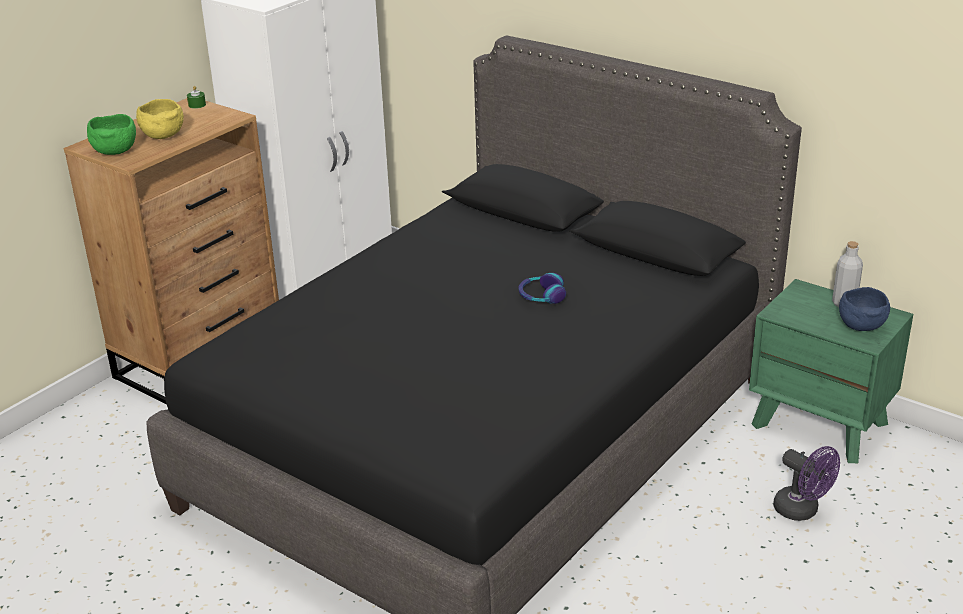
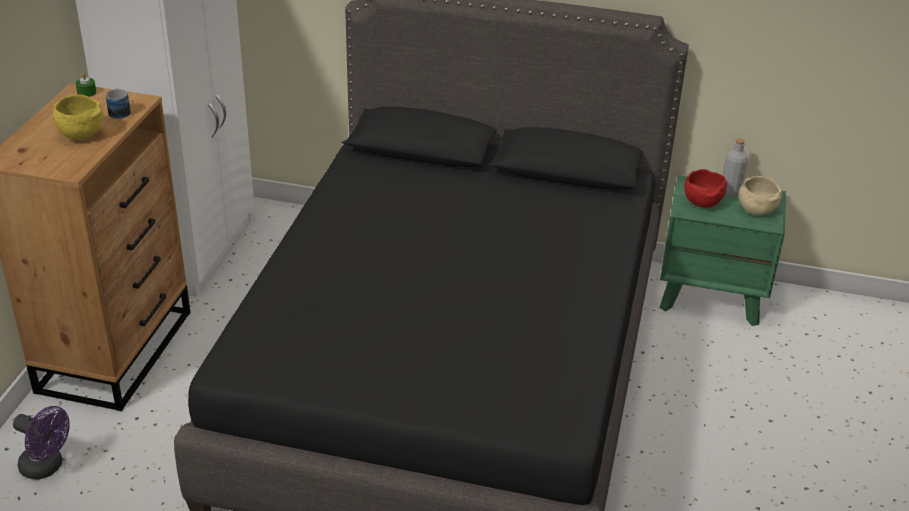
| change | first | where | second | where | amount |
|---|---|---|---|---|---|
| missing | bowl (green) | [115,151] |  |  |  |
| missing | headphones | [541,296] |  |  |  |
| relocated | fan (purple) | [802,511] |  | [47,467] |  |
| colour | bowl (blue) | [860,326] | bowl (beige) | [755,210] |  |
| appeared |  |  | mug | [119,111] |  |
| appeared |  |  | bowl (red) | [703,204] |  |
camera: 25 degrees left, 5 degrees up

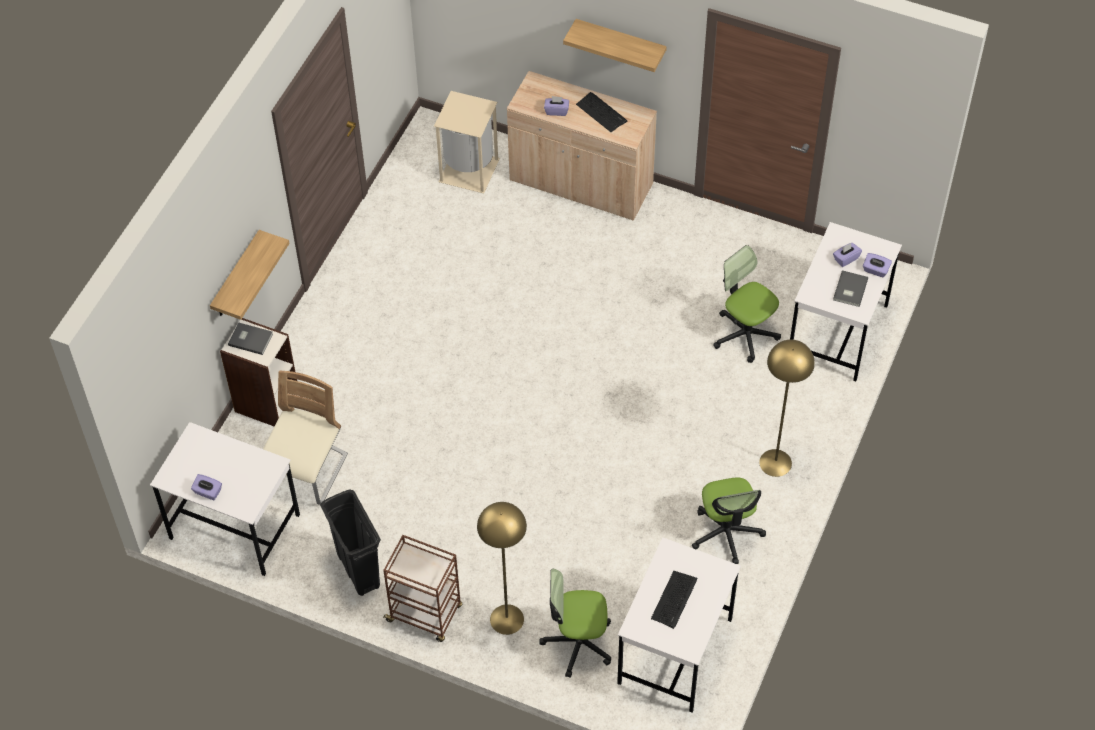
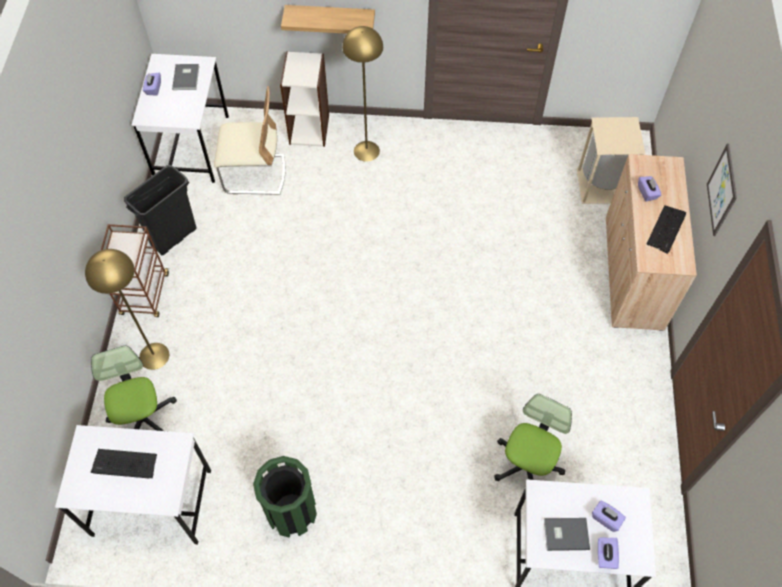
| change | first | where | second | where | amount |
|---|---|---|---|---|---|
| relocated | book (grey) | [250,338] |  | [187,77] |  |
| exchanged | shelf | [620,43] | picture | [721,190] |  |
| exchanged | office chair | [726,533] | trash can (green) | [291,512] |  |
| relocated | floor lamp (yellow) | [775,462] |  | [366,151] |  |
camera: 70 degrees right, 5 degrees up

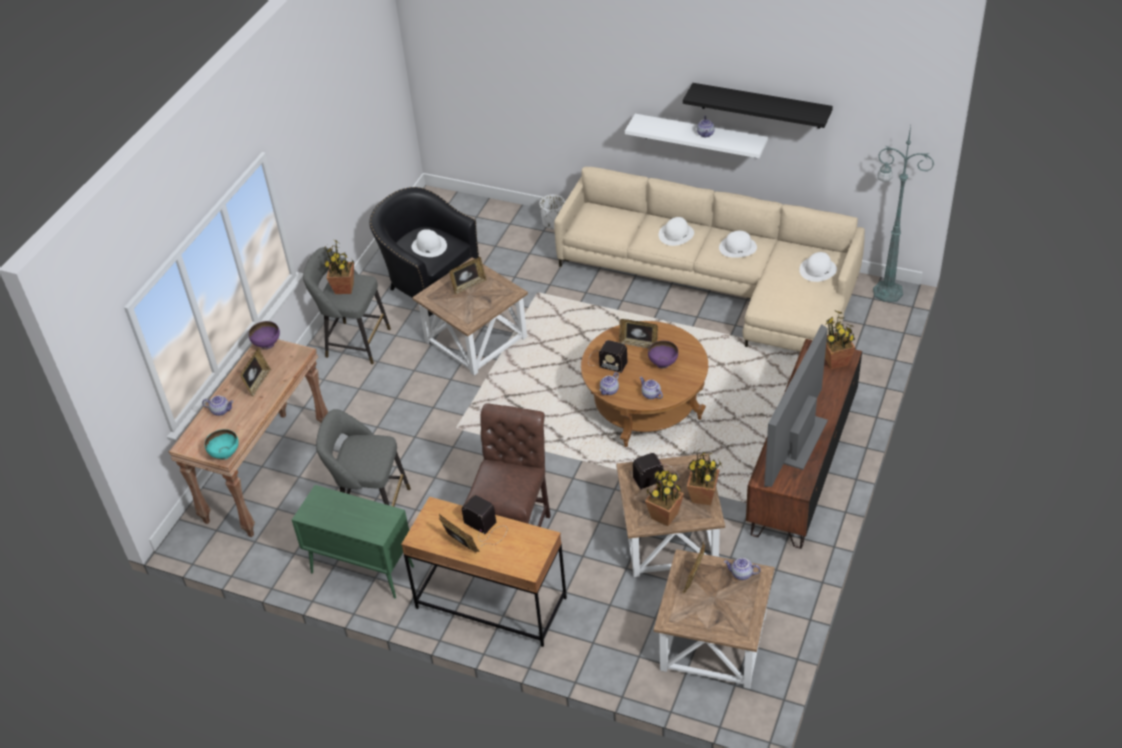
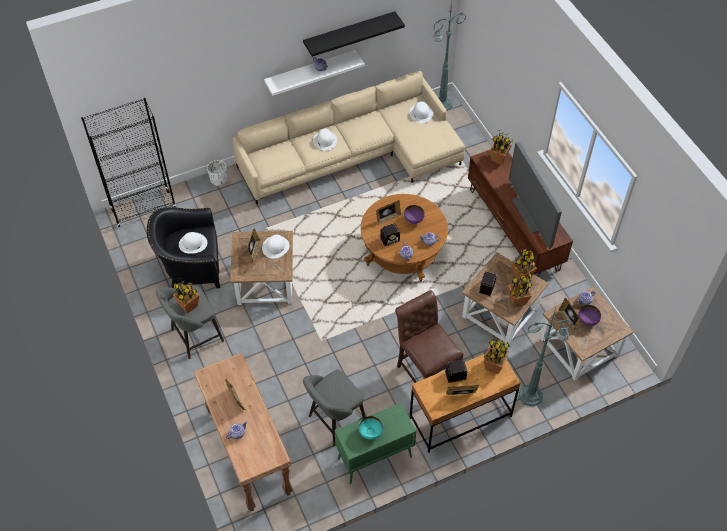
| change | first | where | second | where | amount |
|---|---|---|---|---|---|
| relocated | bowl (turquoise) | [225,454] |  | [370,433] |  |
| relocated | bowl (purple) | [267,344] |  | [587,321] |  |
| relocated | hat (white) | [738,247] |  | [275,247] |  |
| appeared |  |  | bookcase (black) | [143,208] |  |
| appeared |  |  | potted plant | [493,366] |  |
| appeared |  |  | floor lamp (green) | [532,395] |  |
camera: 50 degrees left, 10 degrees up

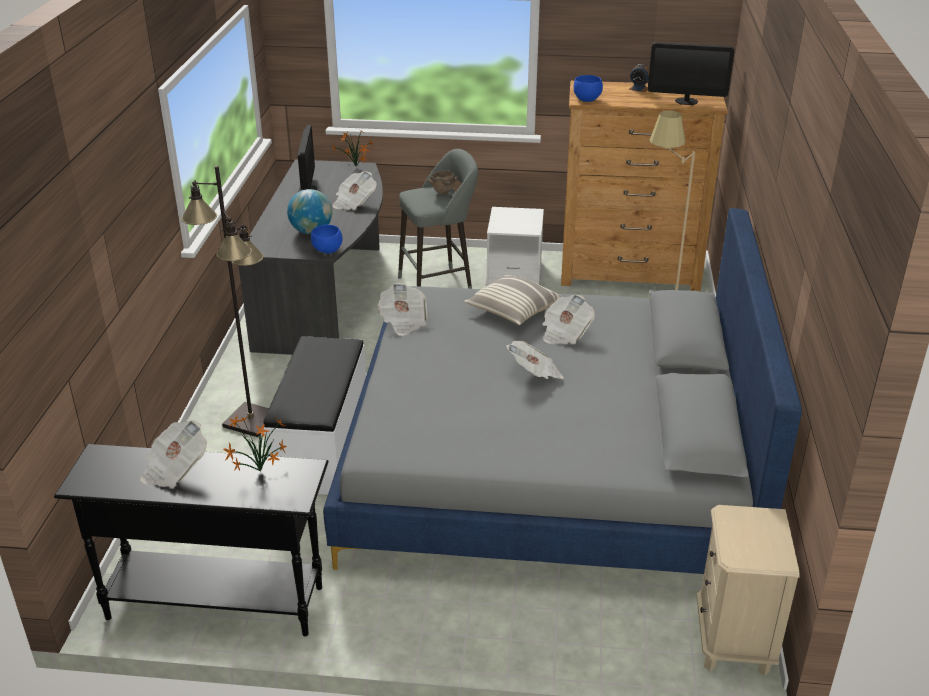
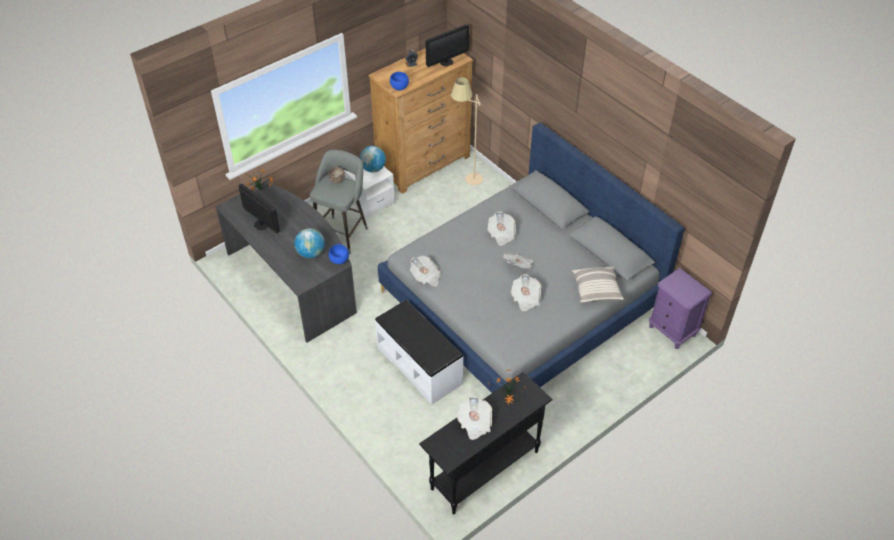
| change | first | where | second | where | amount |
|---|---|---|---|---|---|
| missing | floor lamp (black) | [251,420] |  |  |  |
| relocated | newspaper | [354,202] |  | [525,299] |  |
| relocated | pillow | [512,311] |  | [596,290] |  |
| colour | nightstand (beige) | [733,641] | nightstand (purple) | [672,330] |  |
| appeared |  |  | globe | [373,169] |  |
camera: 45 degrees left, 15 degrees up

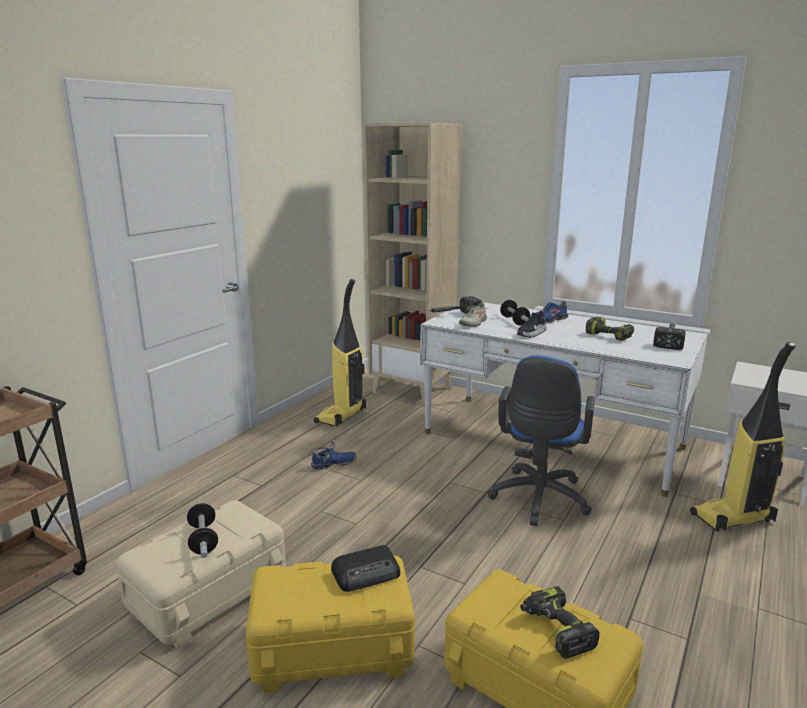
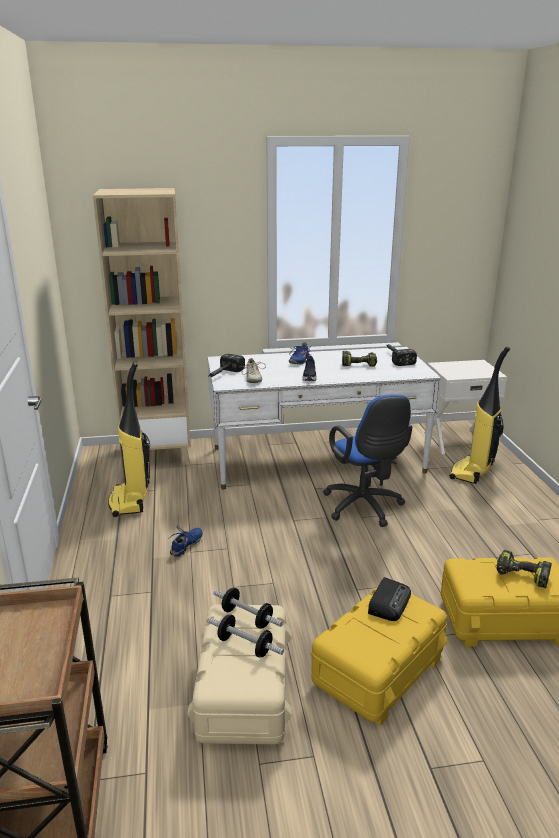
| change | first | where | second | where | amount |
|---|---|---|---|---|---|
| relocated | dumbbell | [514,321] |  | [247,617] |  |
camera: 40 degrees left, 5 degrees up

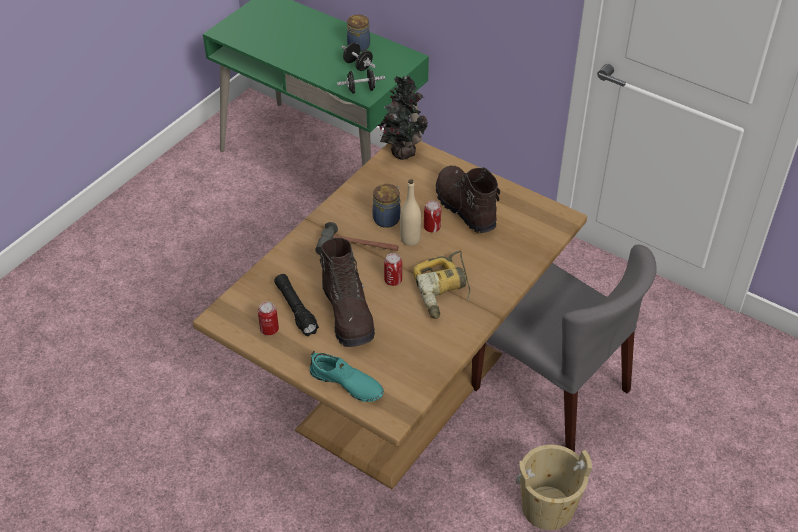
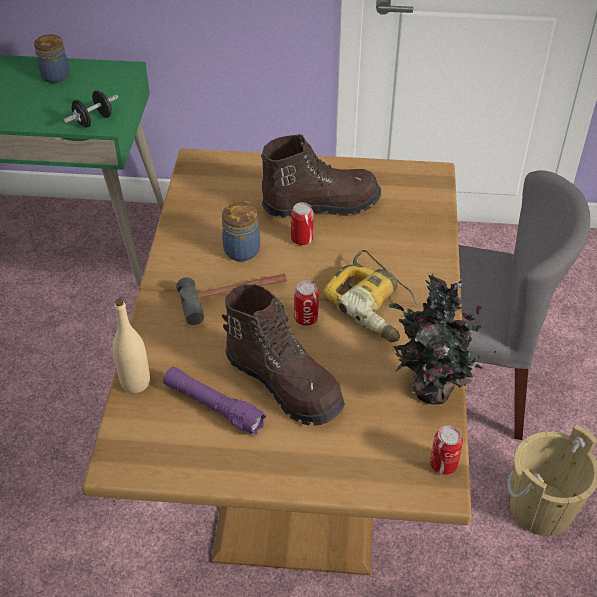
| change | first | where | second | where | amount |
|---|---|---|---|---|---|
| relocated | can | [269,329] |  | [443,464] |  |
| colour | flashlight (black) | [295,309] | flashlight (purple) | [213,406] |  |
| missing | shoe (turquoise) | [346,384] |  |  |  |
| missing | dumbbell (black) | [358,65] |  |  |  |
| relocated | potted plant | [401,151] |  | [428,390] |  |
| relocated | bottle (beige) | [410,239] |  | [135,382] |  |
| spun | boot (brown) | [464,208] |  | [320,204] | 135 degrees clockwise |
camera: 30 degrees left, 0 degrees up

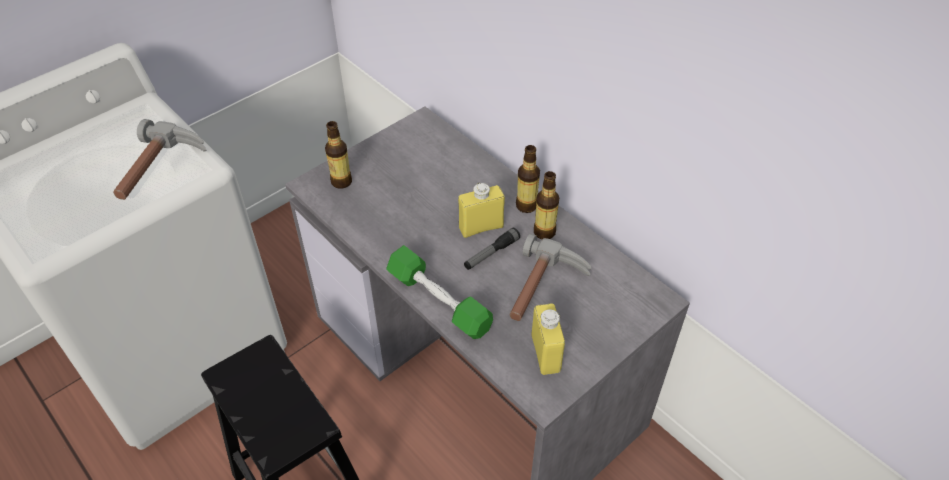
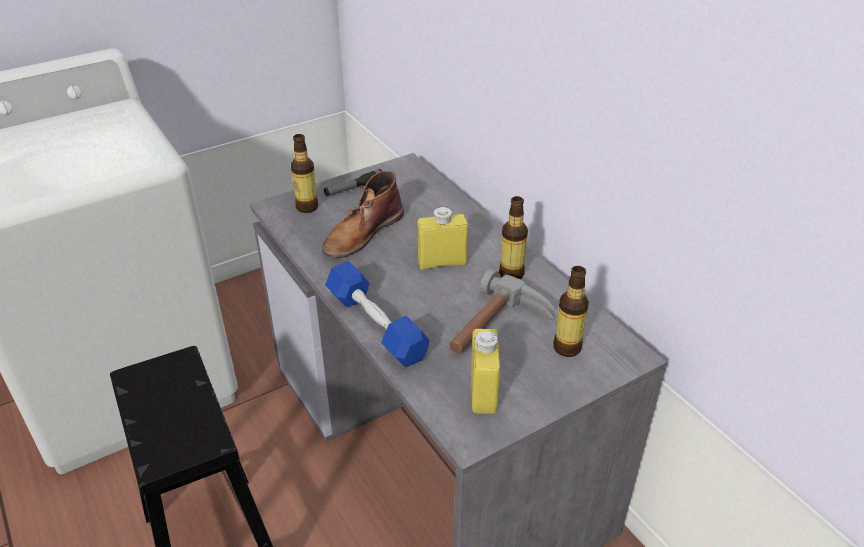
| change | first | where | second | where | amount |
|---|---|---|---|---|---|
| missing | hammer | [160,170] |  |  |  |
| colour | dumbbell (green) | [439,301] | dumbbell (blue) | [376,325] |  |
| relocated | flashlight | [491,253] |  | [354,188] |  |
| relocated | bottle | [526,205] |  | [567,348] |  |
| appeared |  |  | boot (brown) | [362,233] |  |
camera: 10 degrees right, 10 degrees down

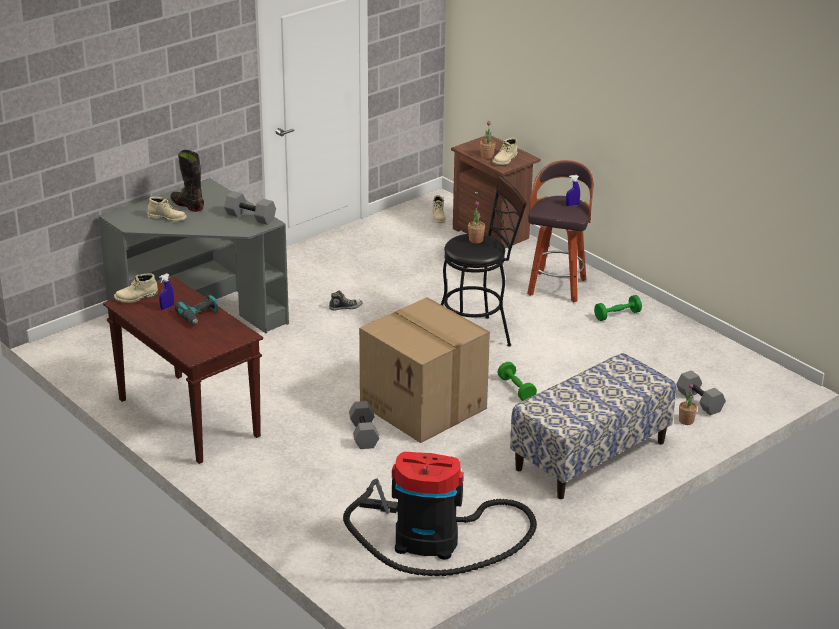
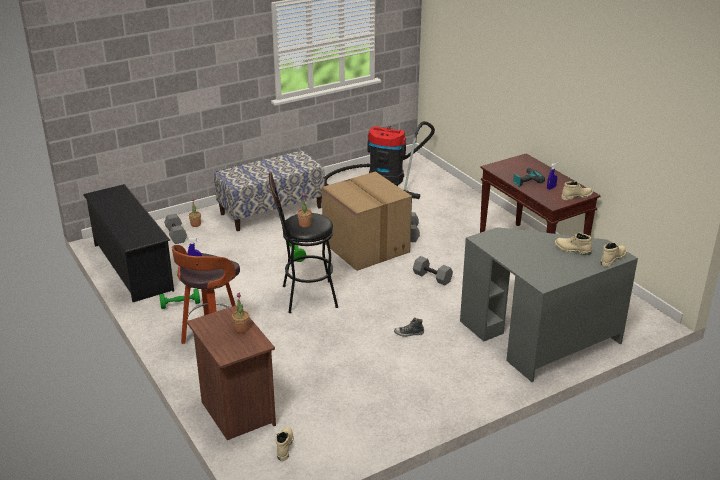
| change | first | where | second | where | amount |
|---|---|---|---|---|---|
| missing | boot (black) | [187,205] |  |  |  |
| relocated | dumbbell (grey) | [249,217] |  | [433,277] |  |
| relocated | boot (beige) | [505,160] |  | [612,258] |  |
| appeared |  |  | shoe rack (black) | [132,267] |  |
camera: 170 degrees left, 0 degrees up

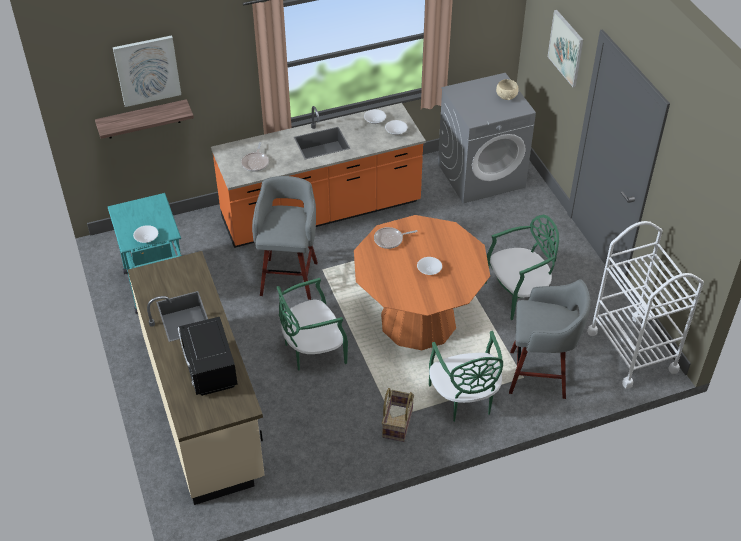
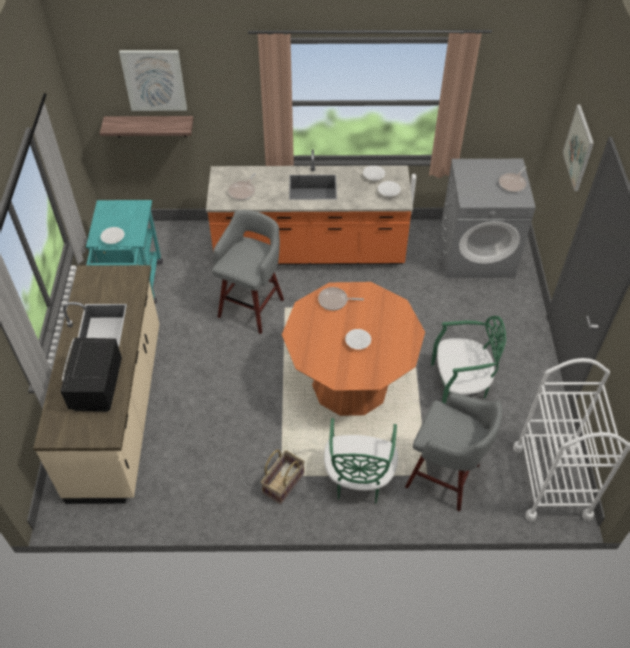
| change | first | where | second | where | amount |
|---|---|---|---|---|---|
| missing | chair (green) | [312,350] |  |  |  |
| exchanged | bowl (beige) | [506,97] | frying pan | [512,184] |  |
camera: 20 degrees right, 5 degrees up

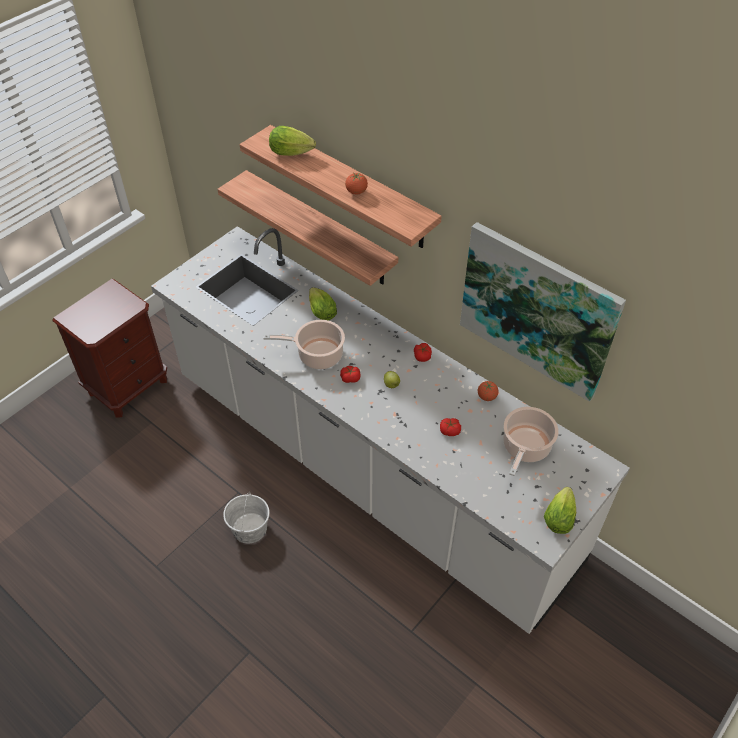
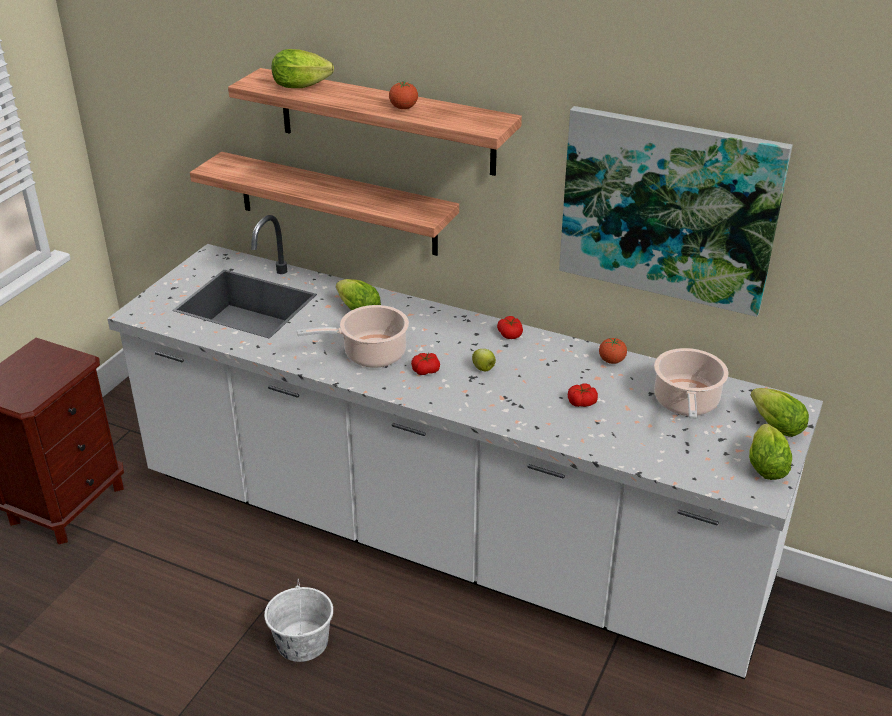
| change | first | where | second | where | amount |
|---|---|---|---|---|---|
| appeared |  |  | lettuce | [773,424] |  |
camera: 15 degrees left, 15 degrees down

